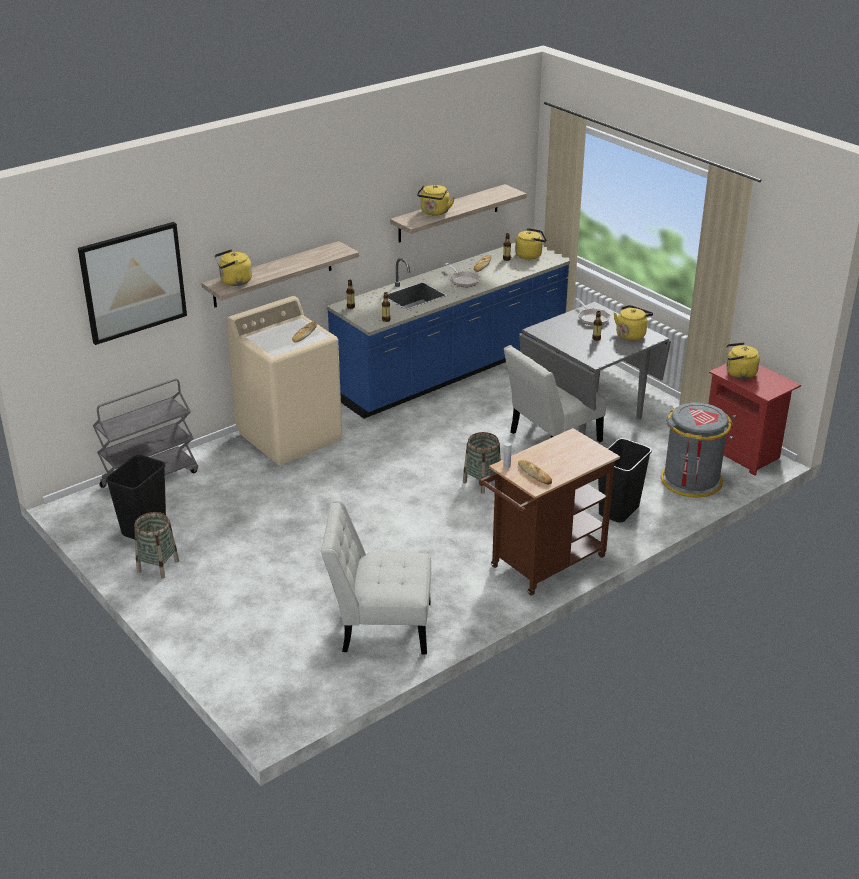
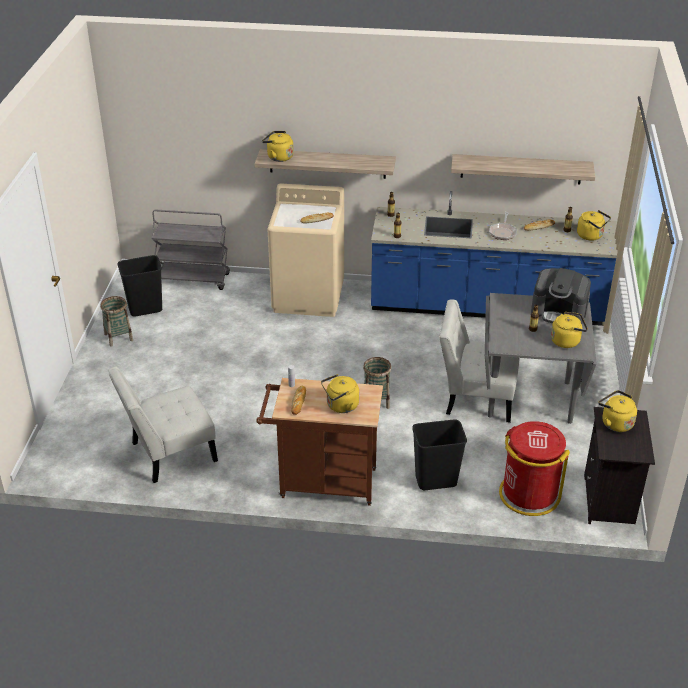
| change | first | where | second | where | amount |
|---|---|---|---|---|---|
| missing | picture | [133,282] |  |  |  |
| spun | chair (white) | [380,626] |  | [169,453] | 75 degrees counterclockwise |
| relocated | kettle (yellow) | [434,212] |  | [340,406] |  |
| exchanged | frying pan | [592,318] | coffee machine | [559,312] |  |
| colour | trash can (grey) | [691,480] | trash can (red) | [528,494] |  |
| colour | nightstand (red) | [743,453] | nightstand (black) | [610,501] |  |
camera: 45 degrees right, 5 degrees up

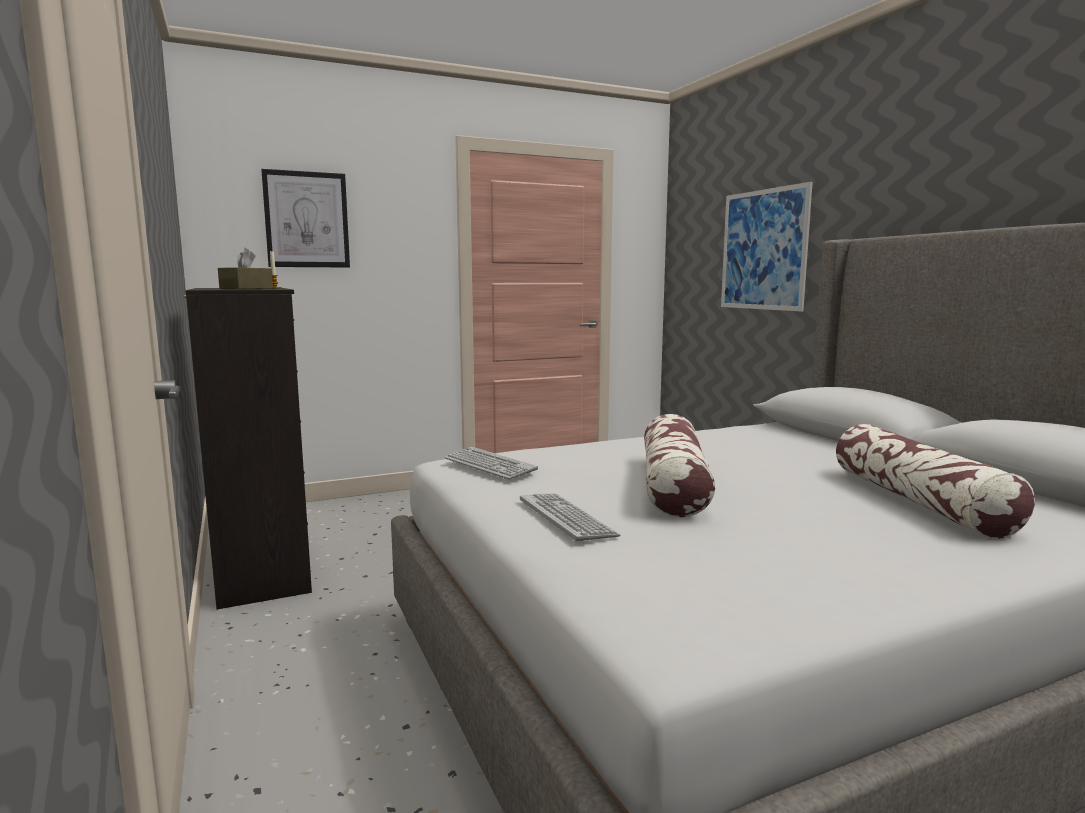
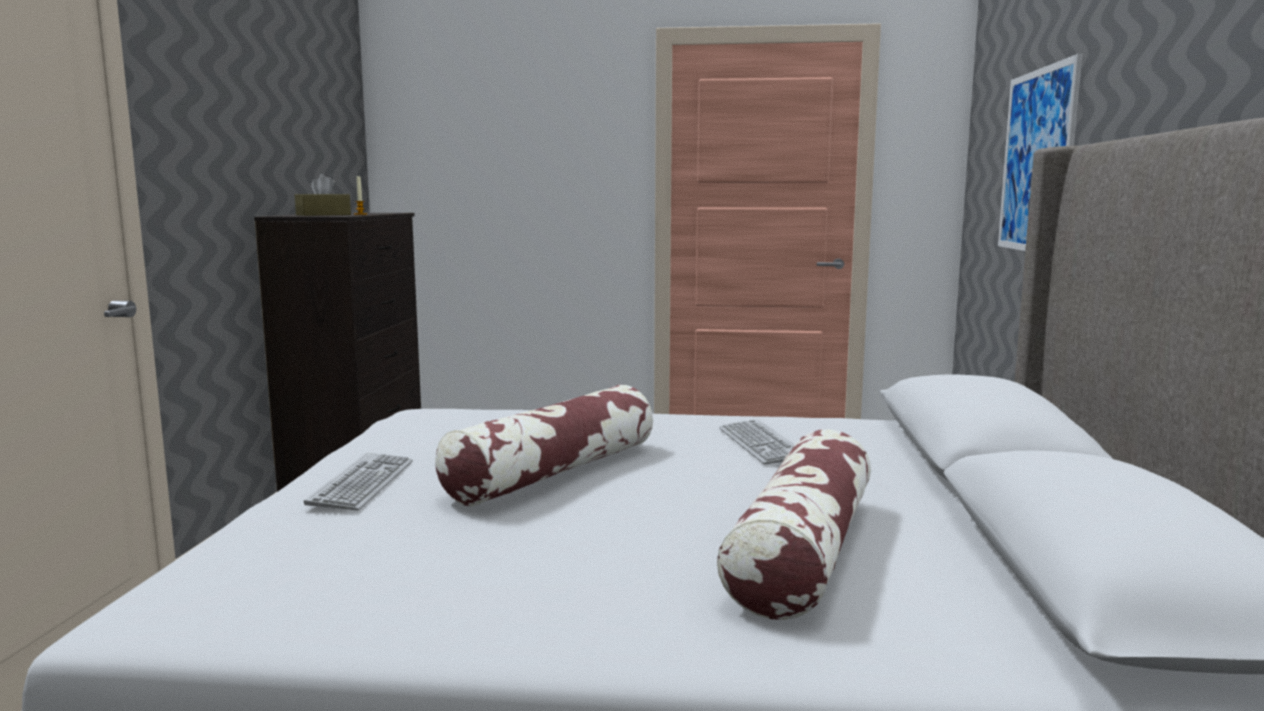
| change | first | where | second | where | amount |
|---|---|---|---|---|---|
| missing | picture | [306,220] |  |  |  |
| relocated | keyboard | [489,465] |  | [761,444] |  |
camera: 30 degrees right, 0 degrees up

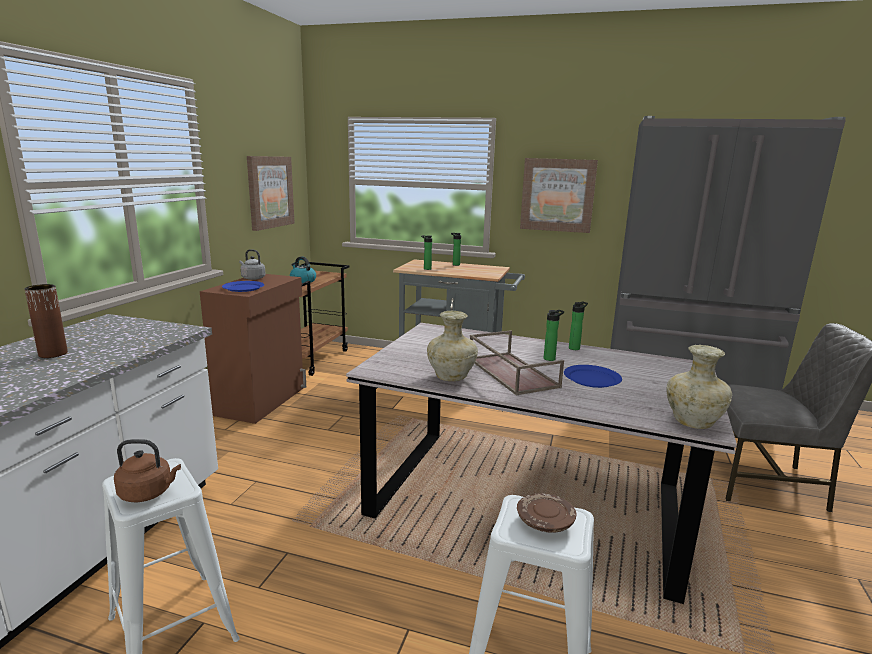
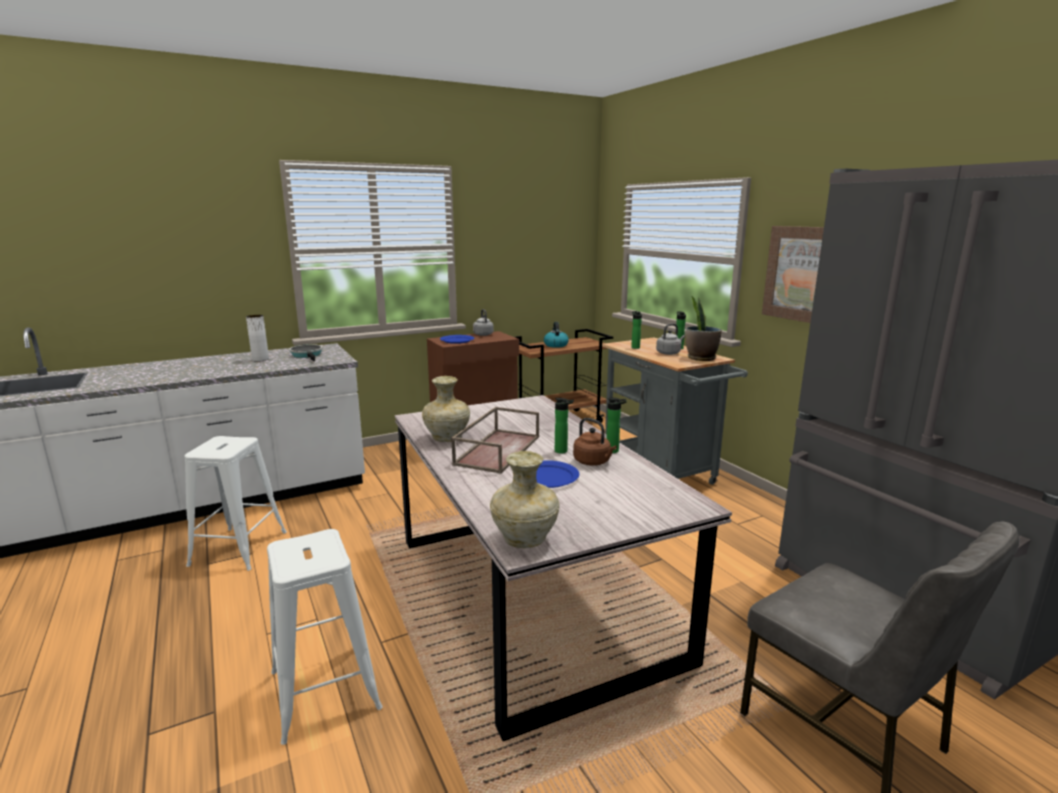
| change | first | where | second | where | amount |
|---|---|---|---|---|---|
| colour | vase (brown) | [53,354] | vase (white) | [260,359] |  |
| relocated | kettle (brown) | [148,493] |  | [593,462] |  |
| missing | picture | [270,192] |  |  |  |
| missing | plate (brown) | [544,521] |  |  |  |
| appeared |  |  | frying pan | [307,355] |  |
| appeared |  |  | kettle (grey) | [669,353] |  |
| appeared |  |  | potted plant | [700,358] |  |
camera: 45 degrees right, 0 degrees up

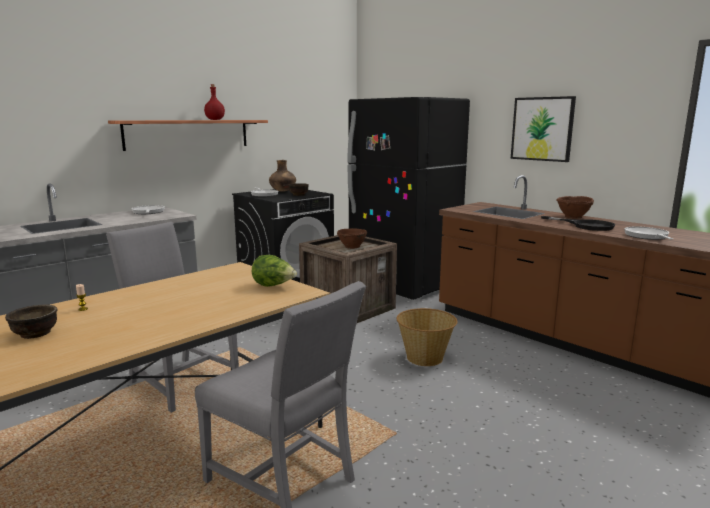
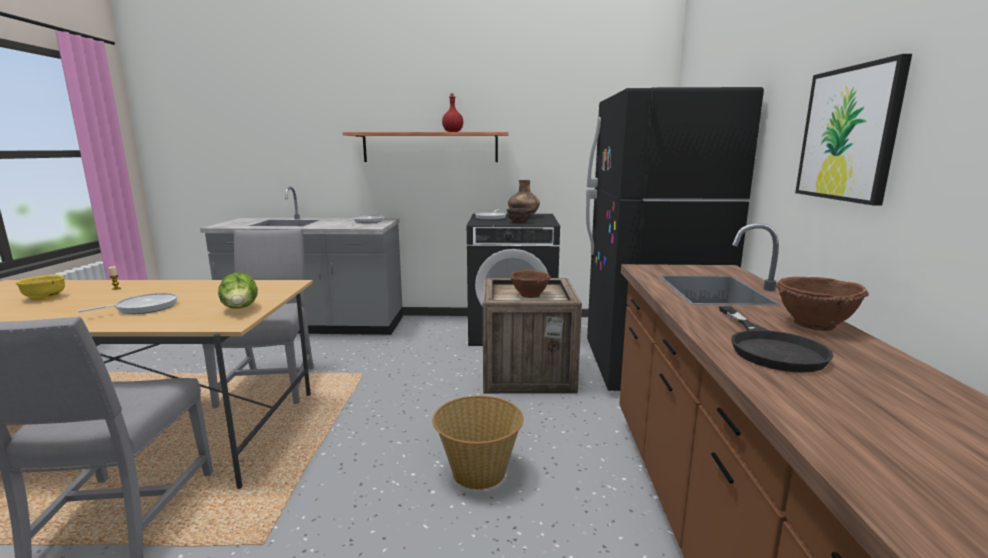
| change | first | where | second | where | amount |
|---|---|---|---|---|---|
| colour | bowl (brown) | [35,334] | bowl (yellow) | [45,297] |  |
| relocated | frying pan | [647,236] |  | [143,308] |  |
camera: 45 degrees right, 0 degrees up

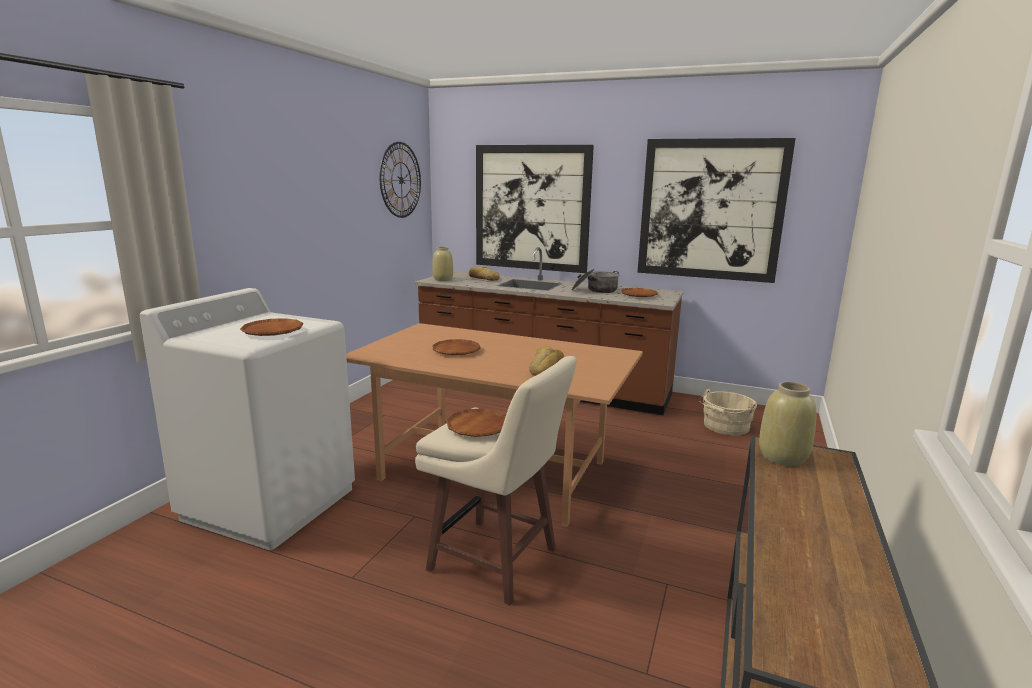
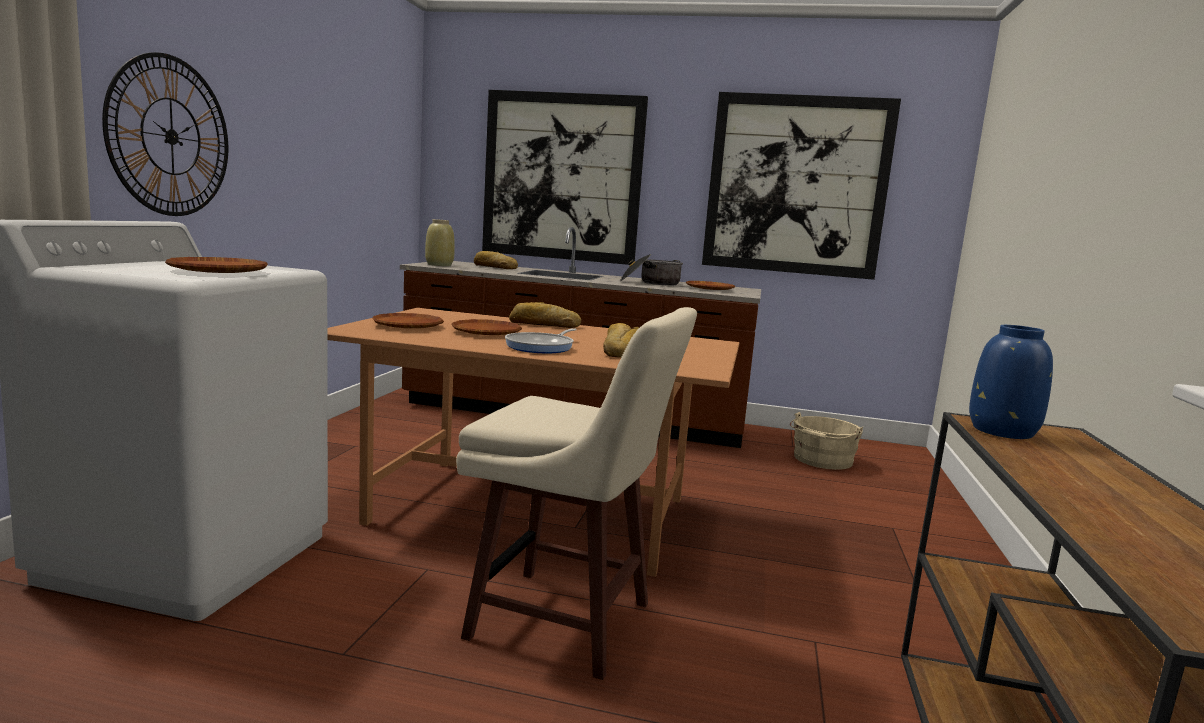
| change | first | where | second | where | amount |
|---|---|---|---|---|---|
| relocated | wall clock | [401,180] |  | [171,136] |  |
| relocated | plate (brown) | [478,427] |  | [408,326] |  |
| colour | vase (beige) | [783,457] | vase (blue) | [1003,431] |  |
| appeared |  |  | frying pan | [542,347] |  |
| appeared |  |  | bread | [544,324] |  |
camera: 10 degrees left, 5 degrees down

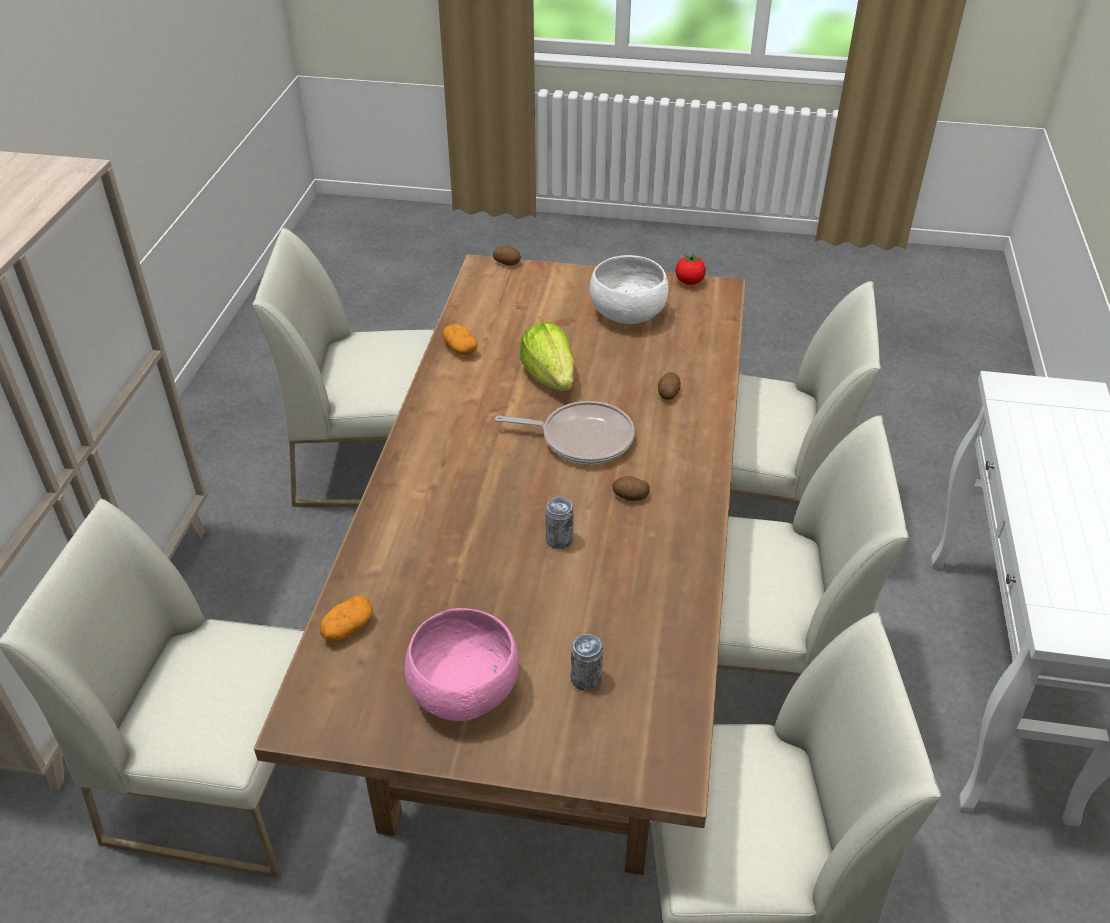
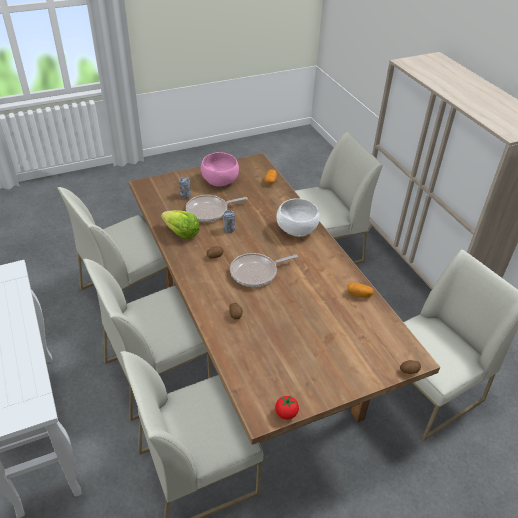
| change | first | where | second | where | amount |
|---|---|---|---|---|---|
| relocated | lettuce | [550,377] |  | [181,233] |  |
| relocated | bowl (white) | [628,314] |  | [296,229] |  |
| appeared |  |  | frying pan | [209,211] |  |
camera: 145 degrees right, 0 degrees up

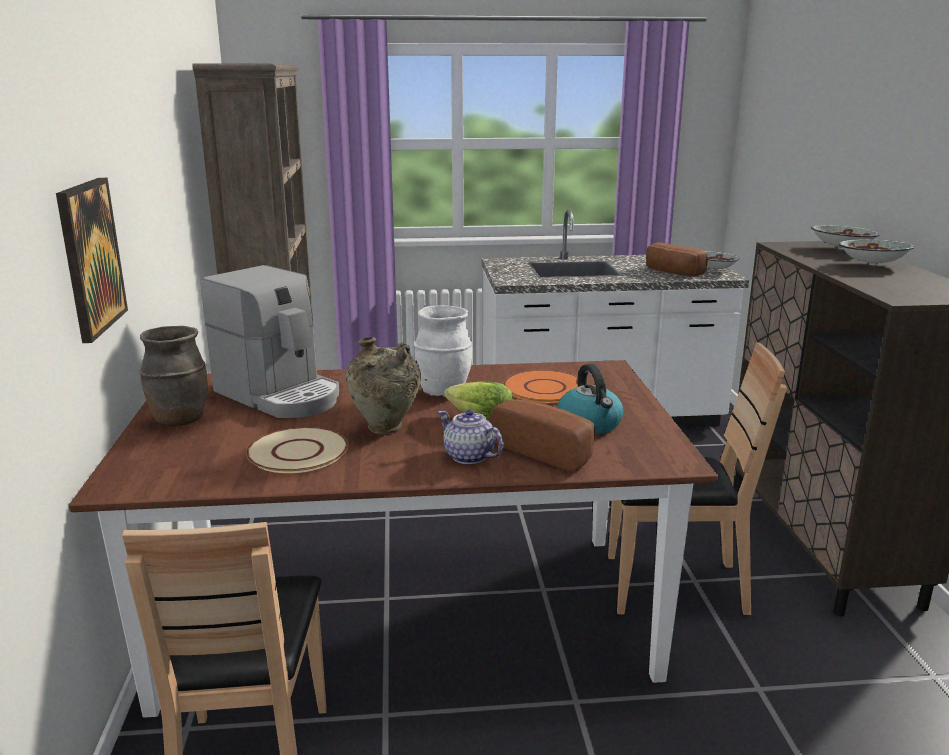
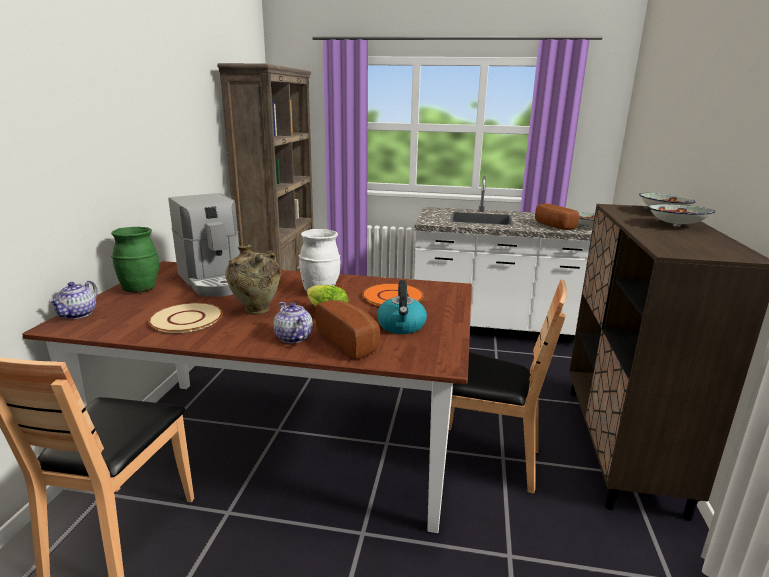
| change | first | where | second | where | amount |
|---|---|---|---|---|---|
| missing | picture | [90,257] |  |  |  |
| colour | vase (brown) | [179,419] | vase (green) | [140,289] |  |
| appeared |  |  | teapot | [78,314] |  |
camera: 15 degrees right, 0 degrees up

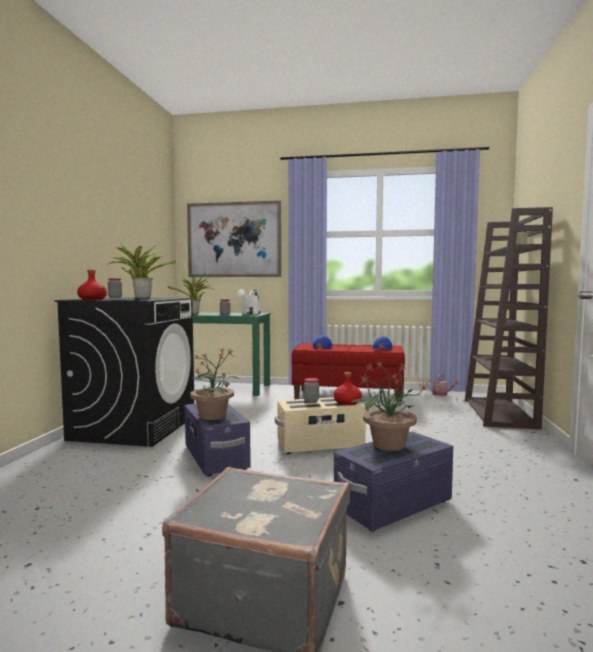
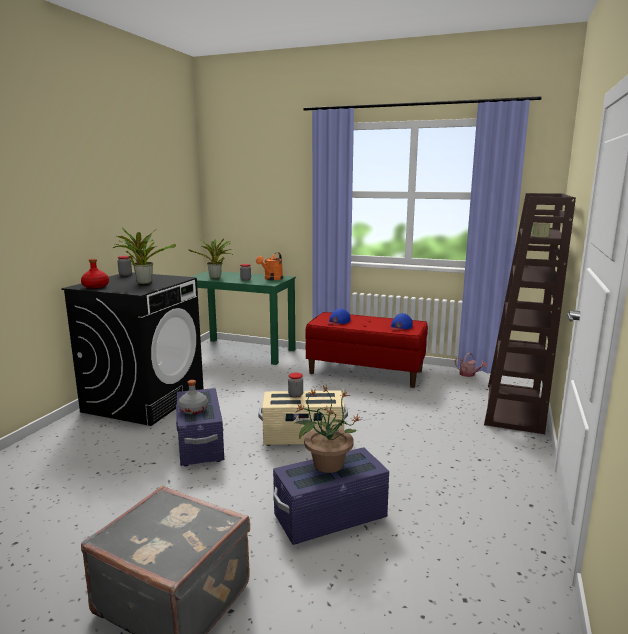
| change | first | where | second | where | amount |
|---|---|---|---|---|---|
| missing | picture | [233,240] |  |  |  |
| exchanged | potted plant | [213,416] | bottle (grey) | [193,410] |  |
| colour | watering can (white) | [250,314] | watering can (orange) | [271,279] |  |
| missing | bottle (red) | [347,402] |  |  |  |
camera: 10 degrees right, 10 degrees up

